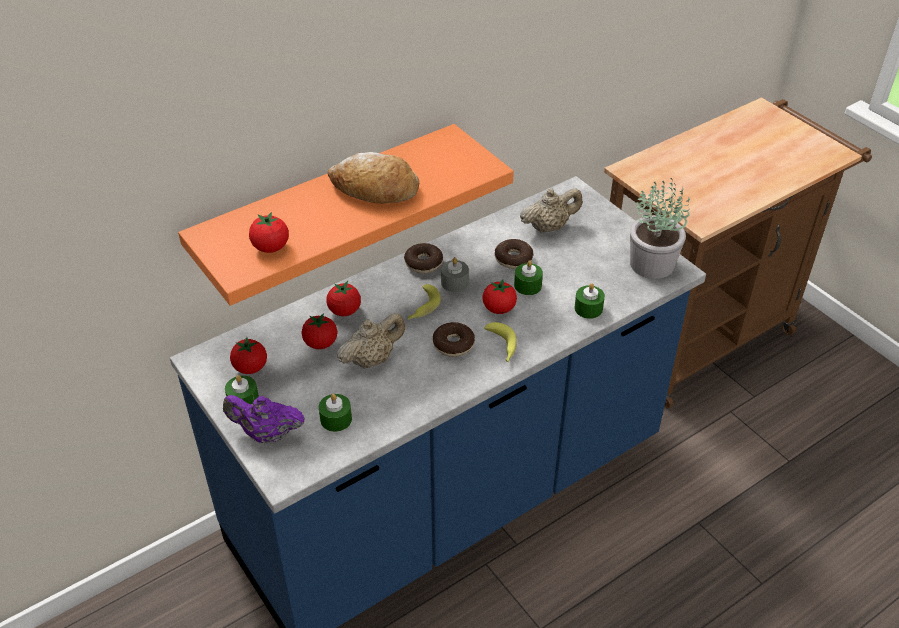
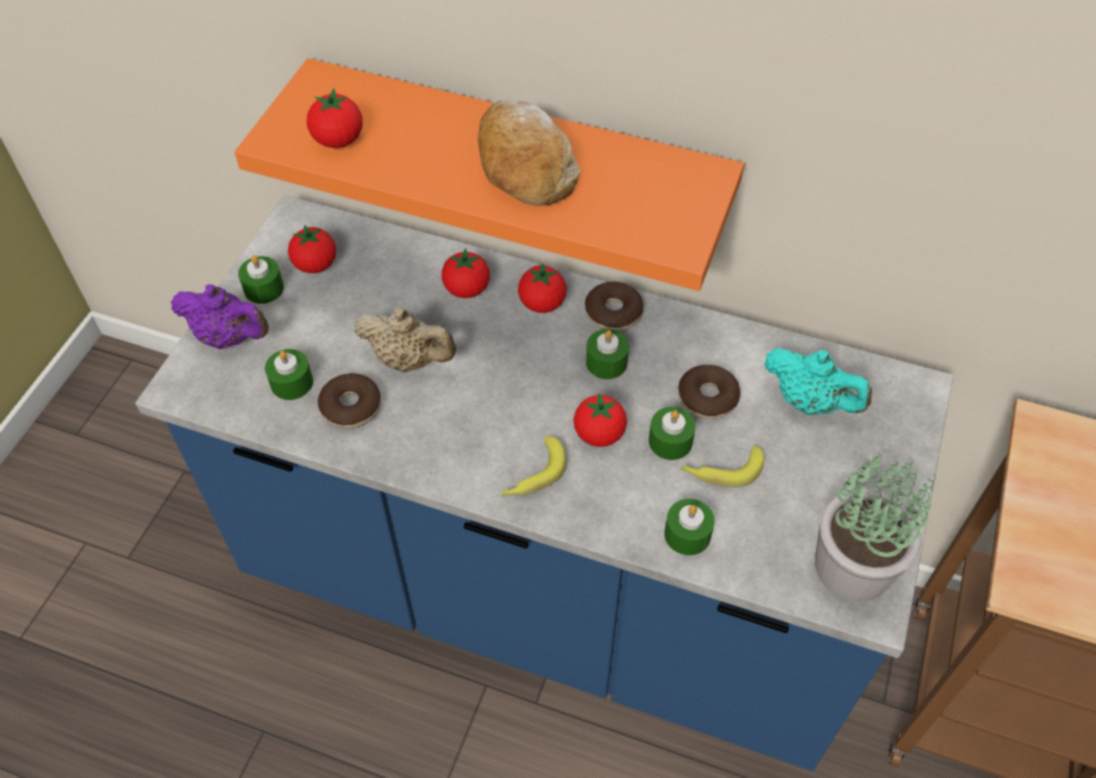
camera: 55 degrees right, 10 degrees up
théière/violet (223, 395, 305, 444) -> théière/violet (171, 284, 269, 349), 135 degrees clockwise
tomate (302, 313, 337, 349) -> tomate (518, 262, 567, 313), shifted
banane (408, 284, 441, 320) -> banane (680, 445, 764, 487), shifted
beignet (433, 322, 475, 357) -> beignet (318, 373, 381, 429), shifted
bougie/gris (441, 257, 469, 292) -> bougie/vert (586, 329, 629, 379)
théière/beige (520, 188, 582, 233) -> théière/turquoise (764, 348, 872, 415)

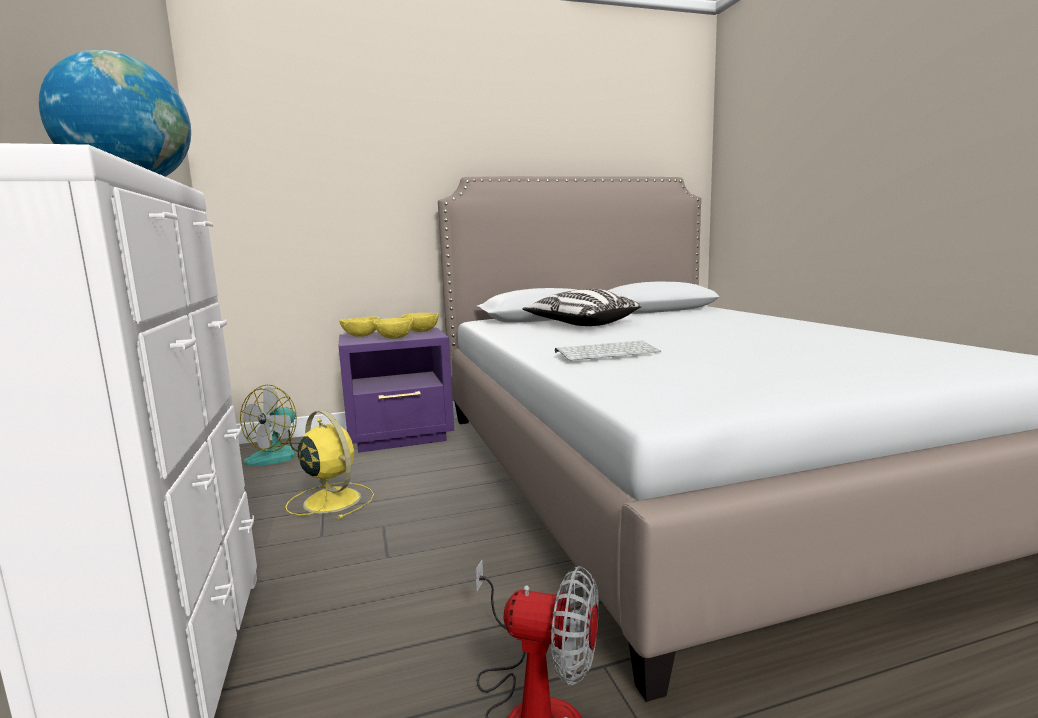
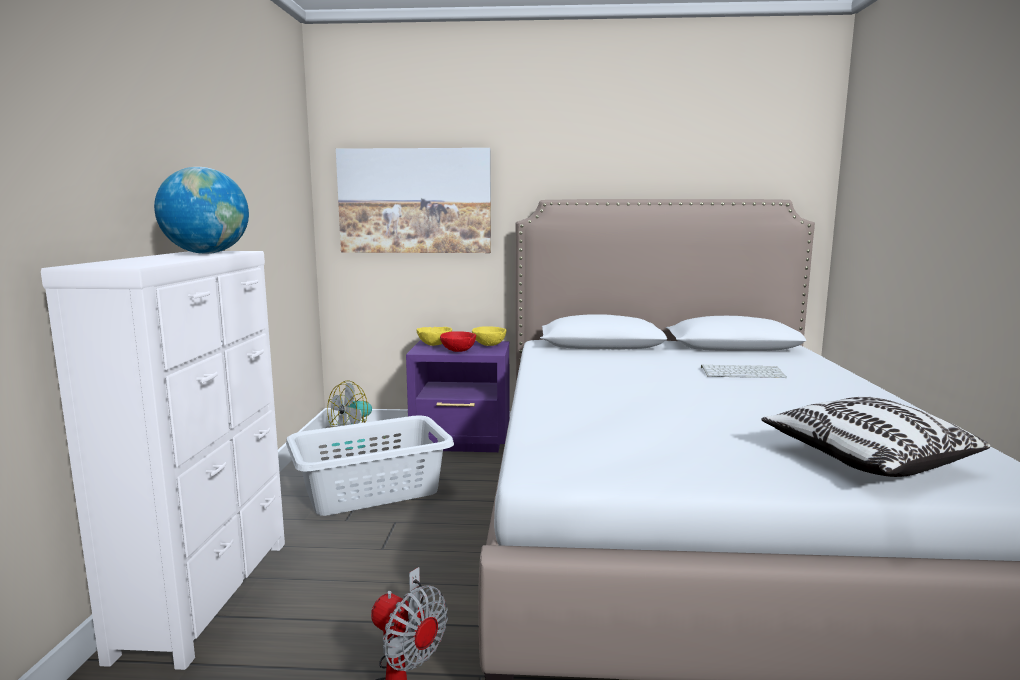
camera: 20 degrees right, 0 degrees up
ventilateur/jaune (285, 410, 374, 519) -> panier à linge/gris (286, 416, 454, 516)
bol/jaune (373, 318, 413, 339) -> bol/rouge (440, 331, 476, 352)
coussin (522, 289, 642, 326) -> coussin (761, 397, 990, 477), shifted
clavier (555, 341, 661, 361) -> clavier (701, 364, 787, 378), shifted
none -> tableau (336, 148, 491, 253)

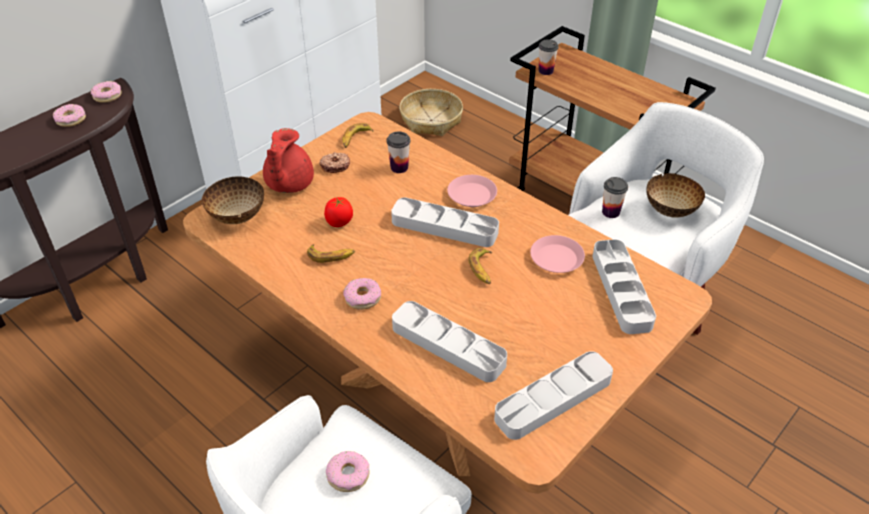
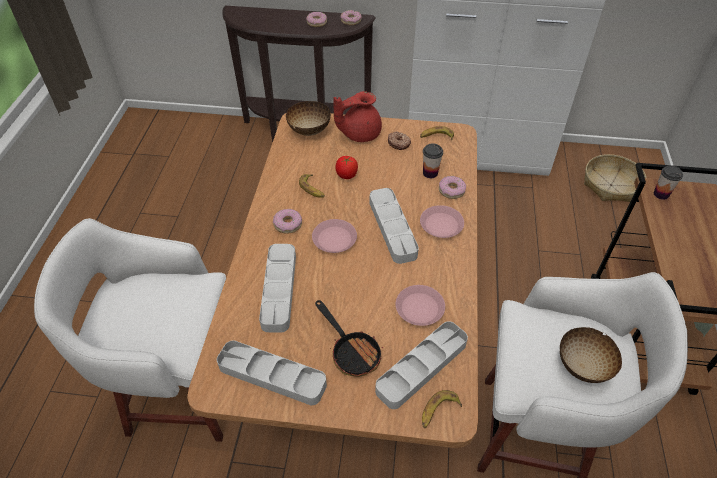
camera: 55 degrees right, 5 degrees up
beignet (326, 451, 370, 492) -> beignet (439, 176, 466, 199), shifted
banane (468, 248, 492, 284) -> banane (422, 390, 462, 428), shifted
tasse (602, 177, 628, 218) -> none
none -> assiette/rose (312, 219, 357, 253)
none -> poêle (315, 300, 383, 377)

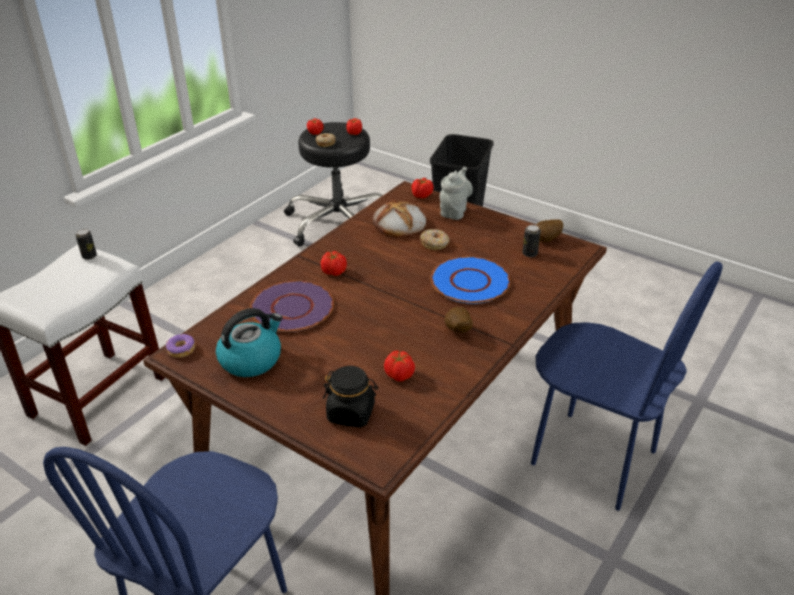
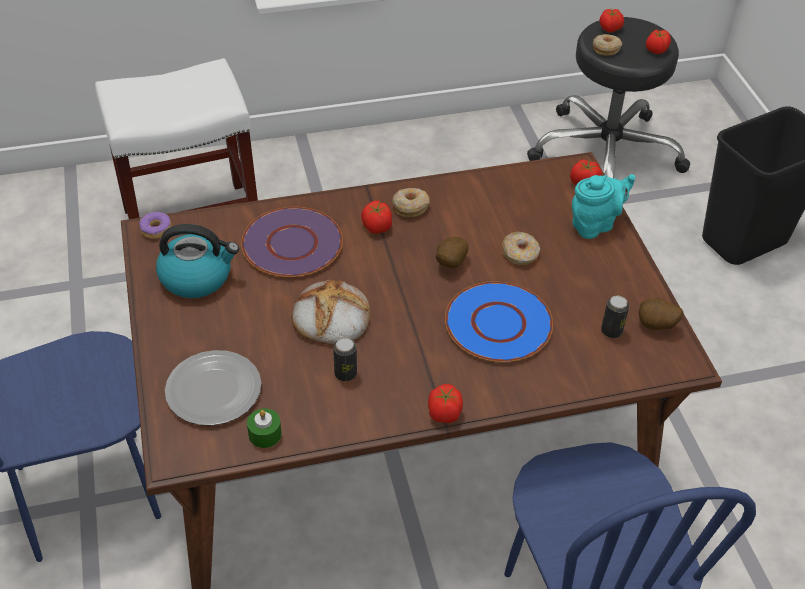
camera: 40 degrees right, 10 degrees up
boîte métallique (75, 229, 97, 260) -> boîte métallique (333, 338, 357, 381), shifted
bocal/noir (323, 366, 378, 428) -> assiette (165, 350, 261, 426)
pain (372, 200, 426, 237) -> pain (291, 280, 370, 345), shifted
tomate (384, 351, 415, 381) -> tomate (428, 384, 463, 423), shifted
théière/gris (440, 167, 473, 220) -> théière/turquoise (572, 174, 635, 239)
pomme de terre (445, 307, 473, 333) -> pomme de terre (436, 237, 469, 268), shifted
none -> bougie/vert (247, 408, 282, 448)
none -> beignet (392, 188, 430, 217)

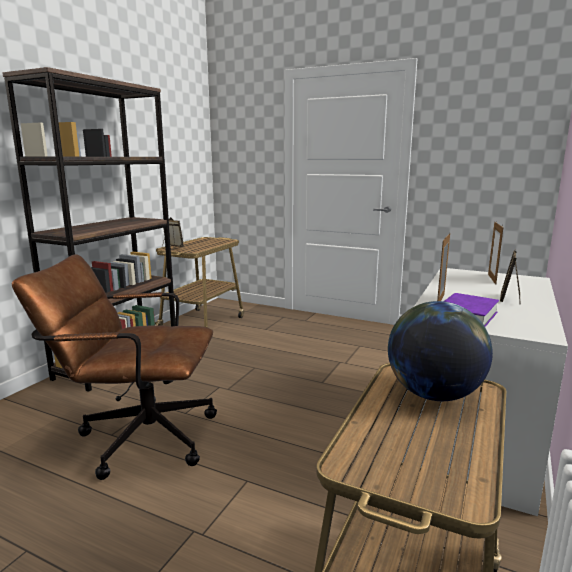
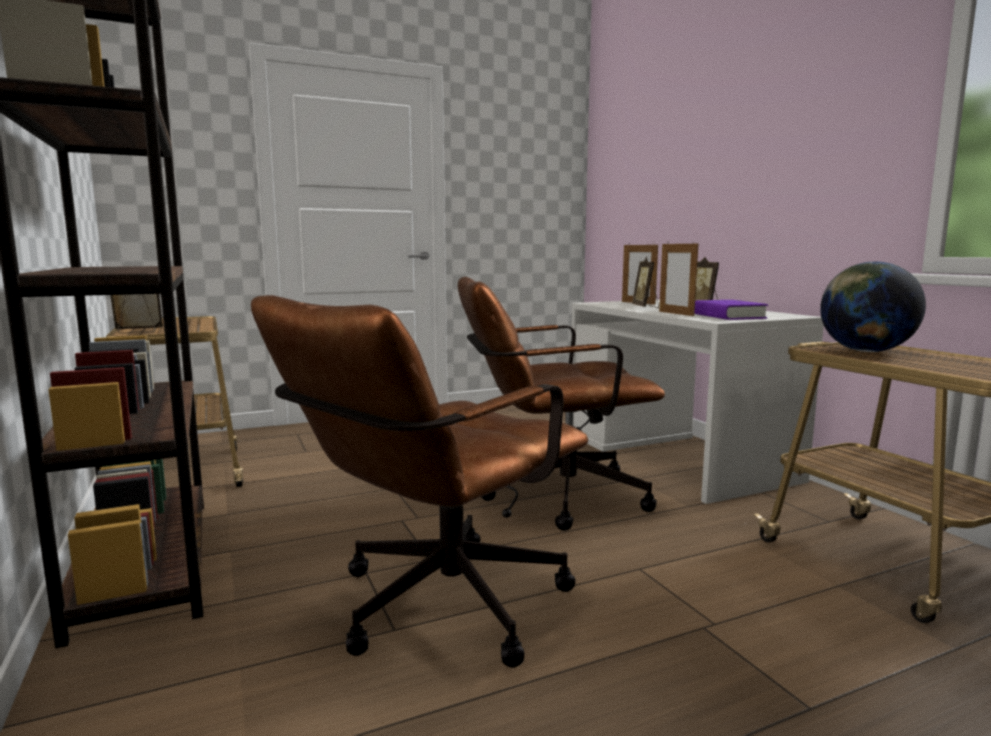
camera: 50 degrees left, 5 degrees down
none -> chaise de bureau/marron (458, 277, 665, 531)
none -> cadre photo (632, 257, 659, 308)

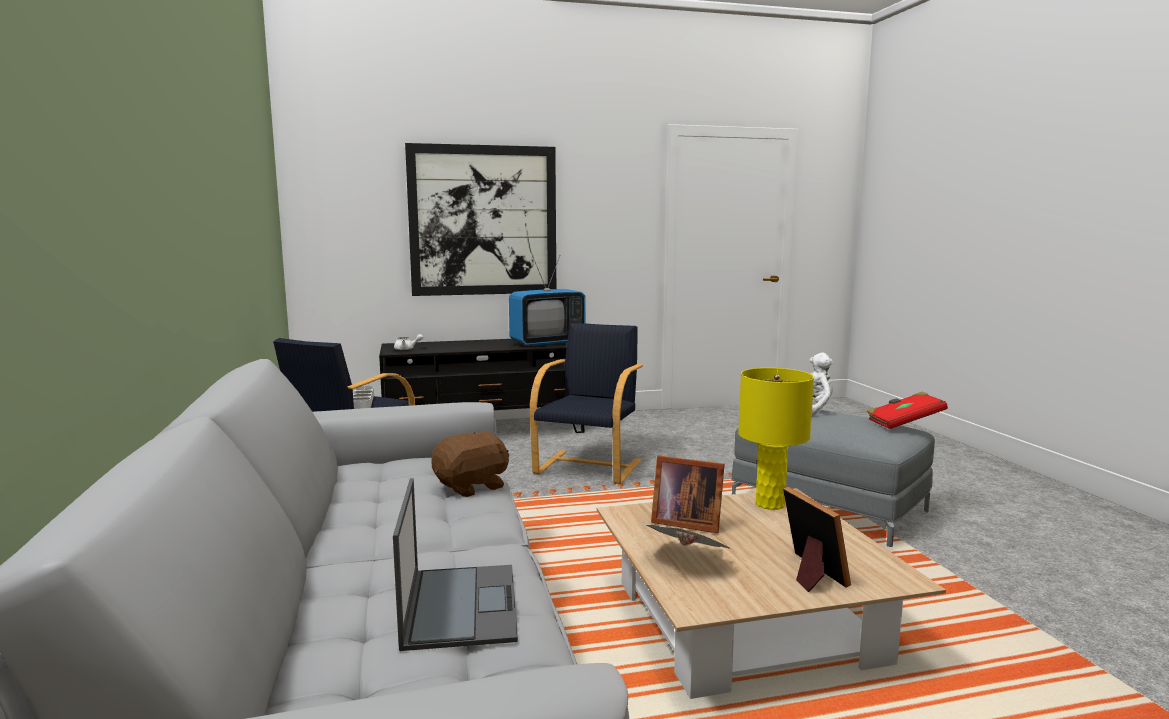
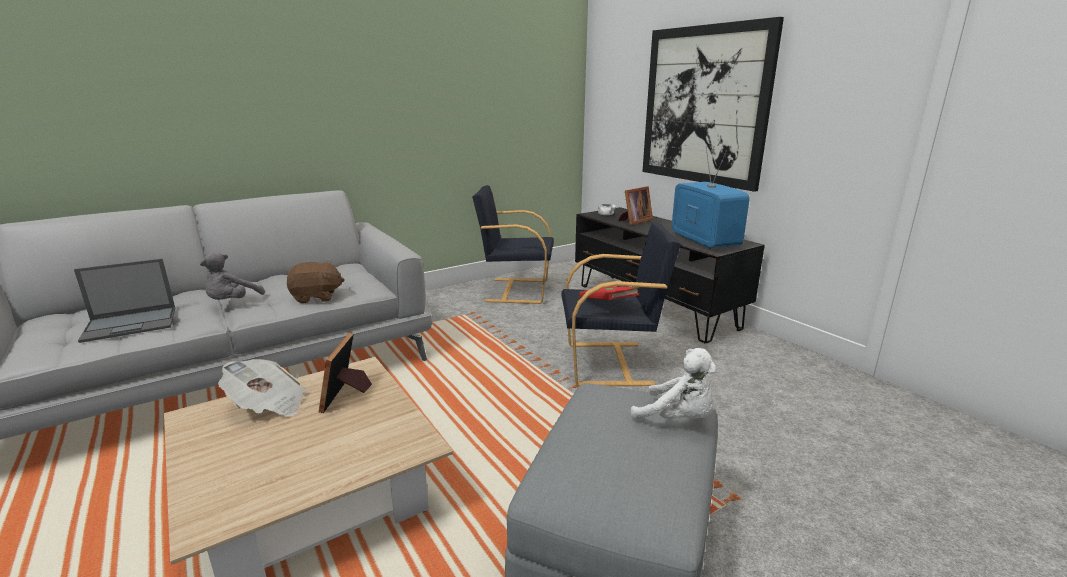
camera: 70 degrees right, 10 degrees up
plateau/gris (353, 386, 374, 409) -> none
peluche/marron (431, 432, 509, 497) -> peluche/marron (287, 261, 345, 303), 45 degrees counterclockwise
téléviseur (509, 255, 586, 347) -> téléviseur (672, 147, 750, 249), 150 degrees counterclockwise
lampe de table/jaune (738, 368, 814, 510) -> none
cadre photo (783, 487, 851, 592) -> cadre photo (618, 186, 653, 225), shifted
livre/rouge (866, 391, 948, 429) -> livre/rouge (579, 286, 639, 300), shifted
none -> peluche/gris (200, 251, 265, 300)

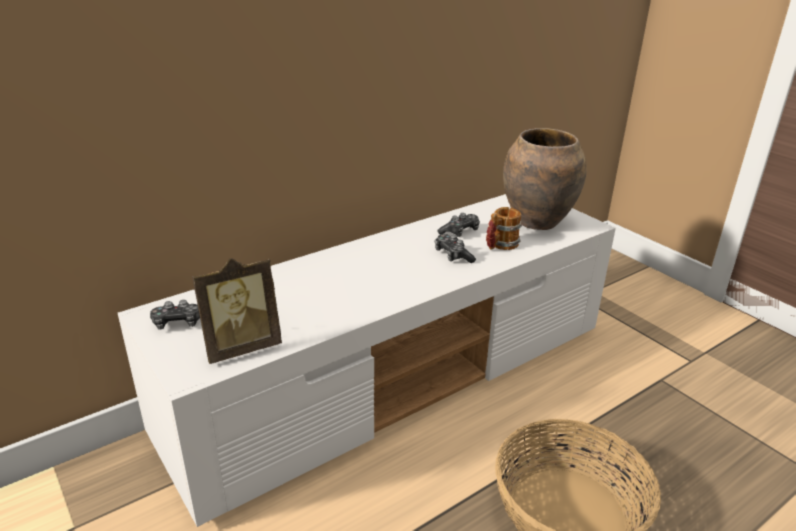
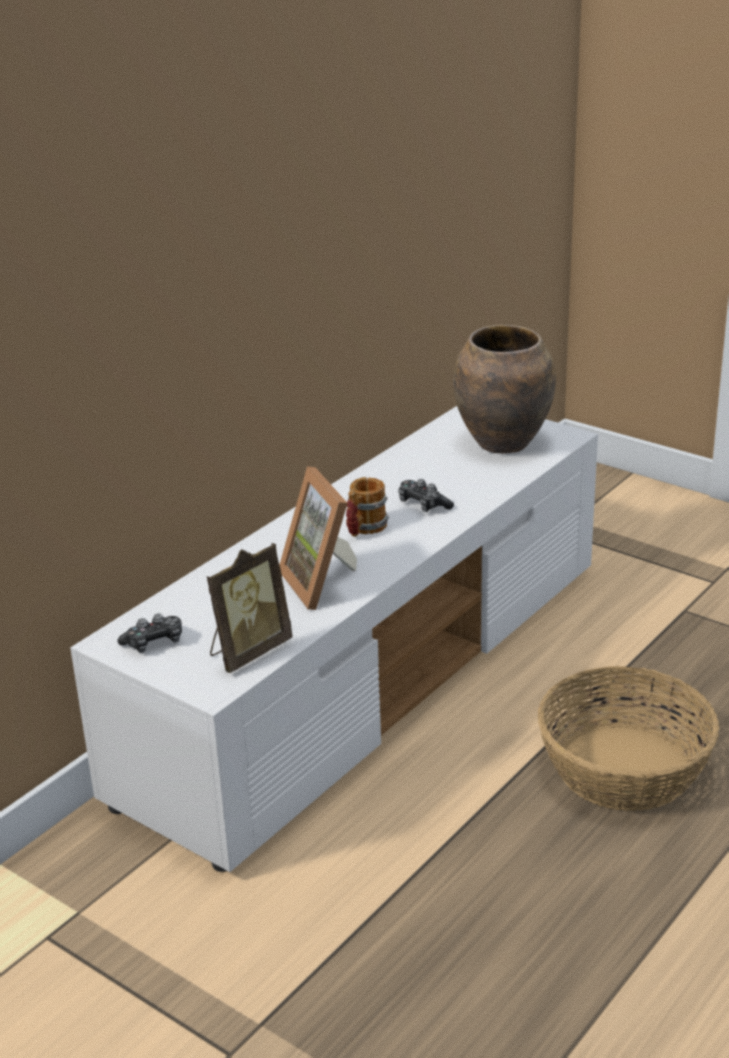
camera: 15 degrees left, 0 degrees up
manette (438, 213, 480, 237) -> none
mug (486, 207, 522, 250) -> mug (346, 477, 389, 537), shifted
none -> cadre photo (279, 466, 357, 610)

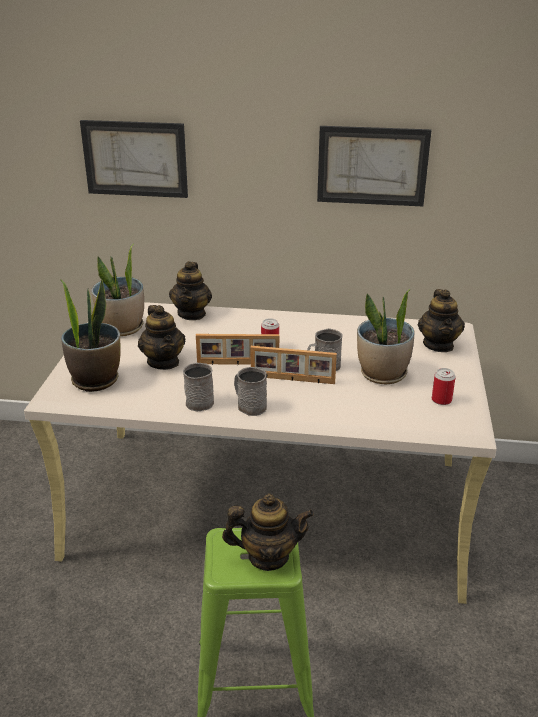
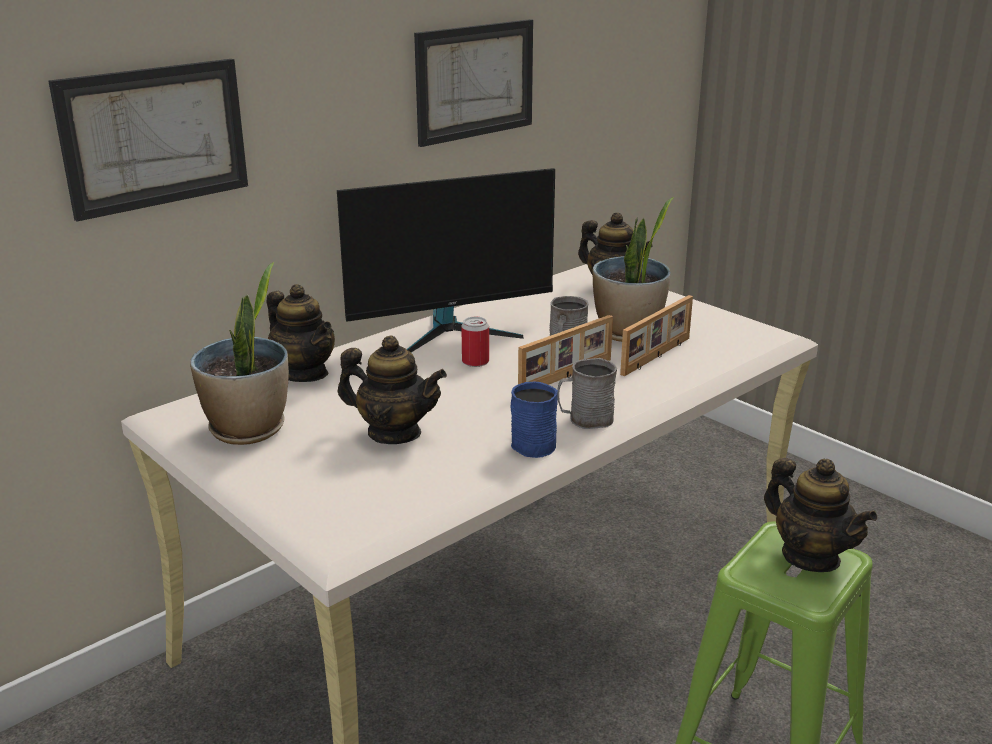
camera: 50 degrees left, 5 degrees down
plante en pot (60, 279, 120, 392) -> none
mug/gris (183, 363, 214, 412) -> mug/bleu (511, 382, 558, 458)
cadre photo (196, 334, 279, 365) -> cadre photo (620, 295, 693, 376), shifted
théière (222, 494, 314, 571) -> théière (764, 458, 877, 572), 105 degrees clockwise
boîte métallique (432, 368, 456, 405) -> none
none -> écran d'ordinateur (337, 168, 555, 352)

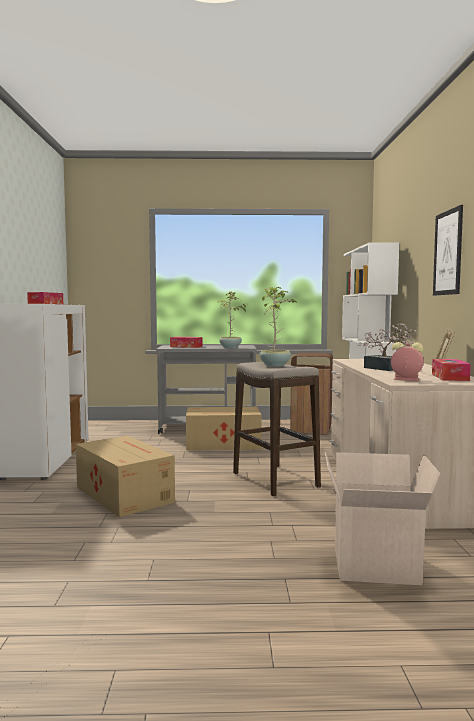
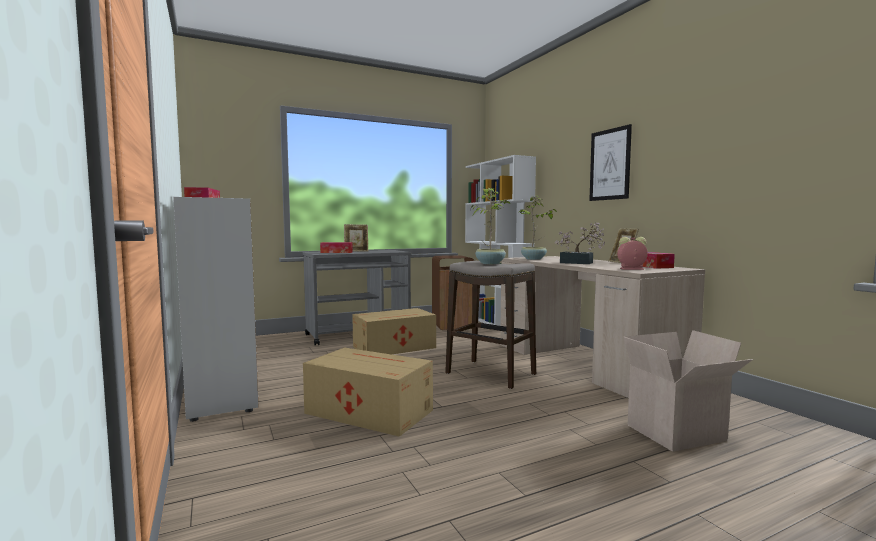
camera: 25 degrees left, 0 degrees up
plante en pot (217, 291, 246, 348) -> plante en pot (519, 196, 557, 260), shifted
none -> cadre photo (344, 224, 368, 252)

